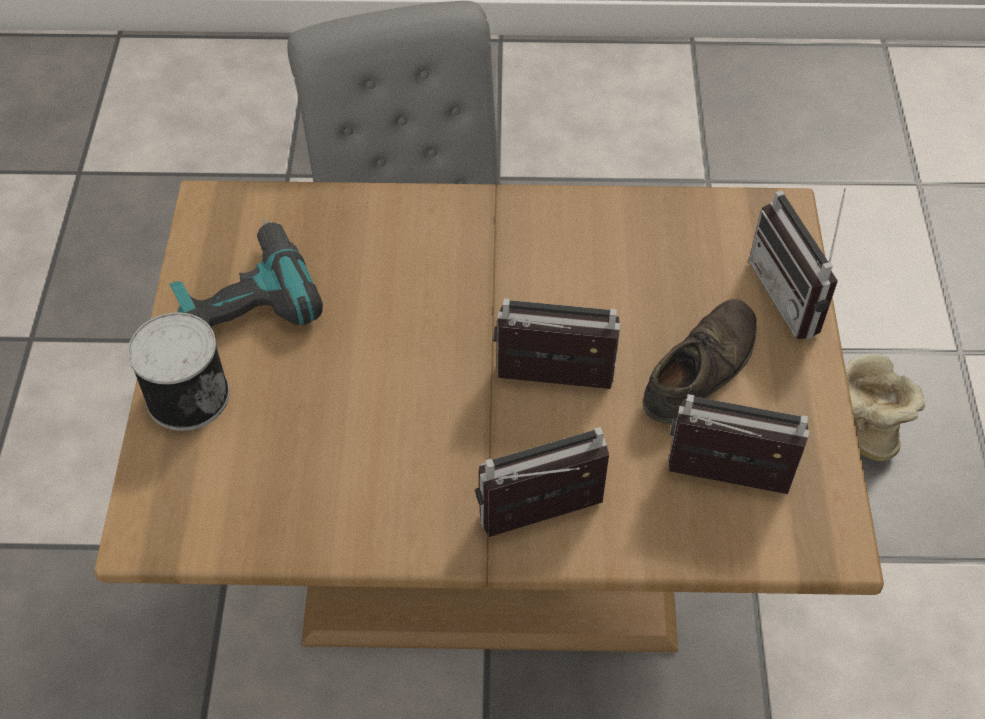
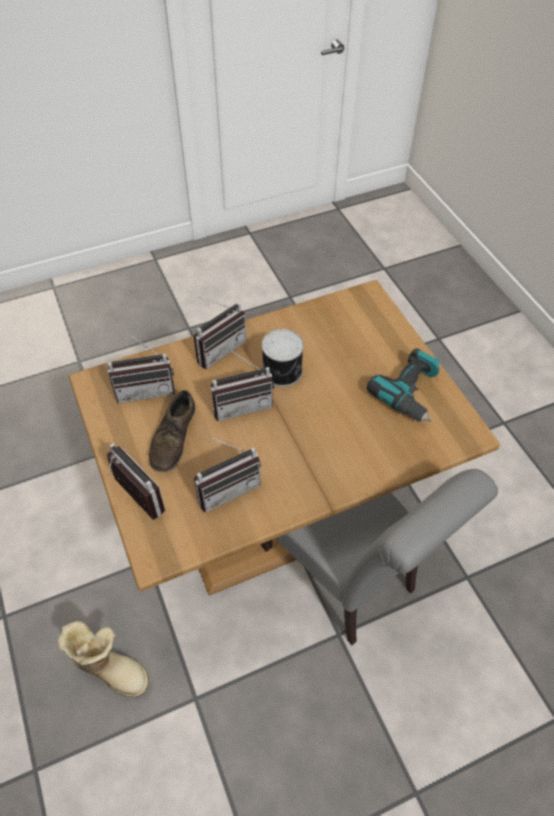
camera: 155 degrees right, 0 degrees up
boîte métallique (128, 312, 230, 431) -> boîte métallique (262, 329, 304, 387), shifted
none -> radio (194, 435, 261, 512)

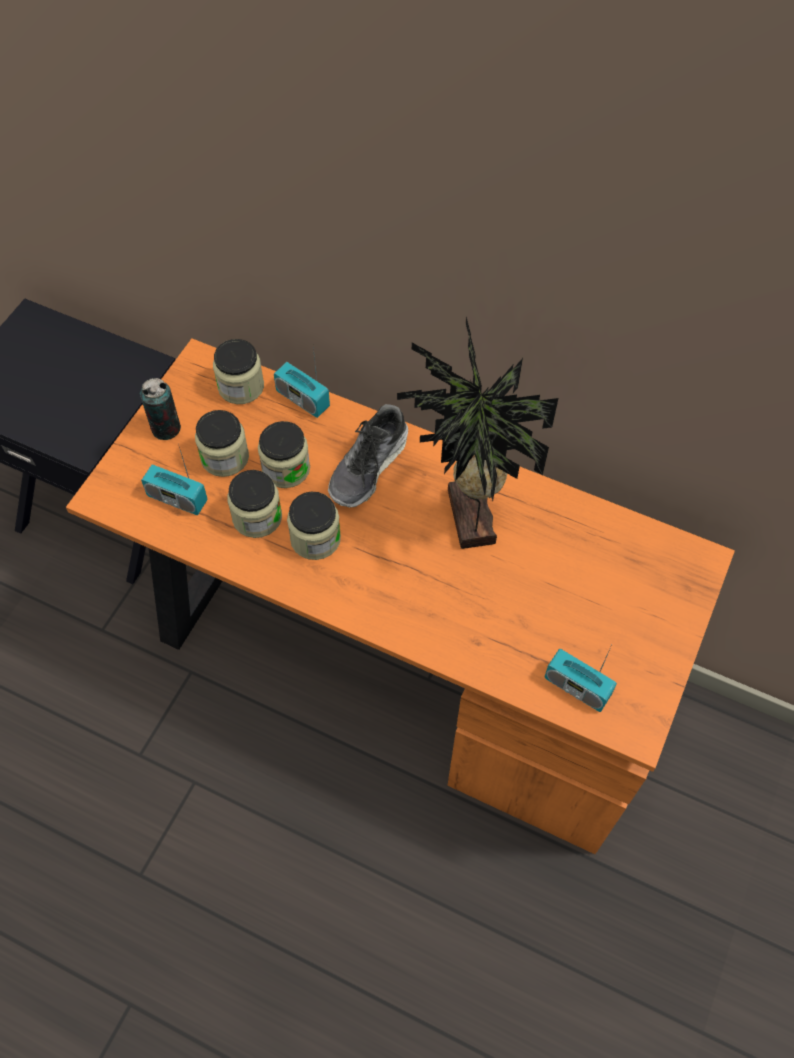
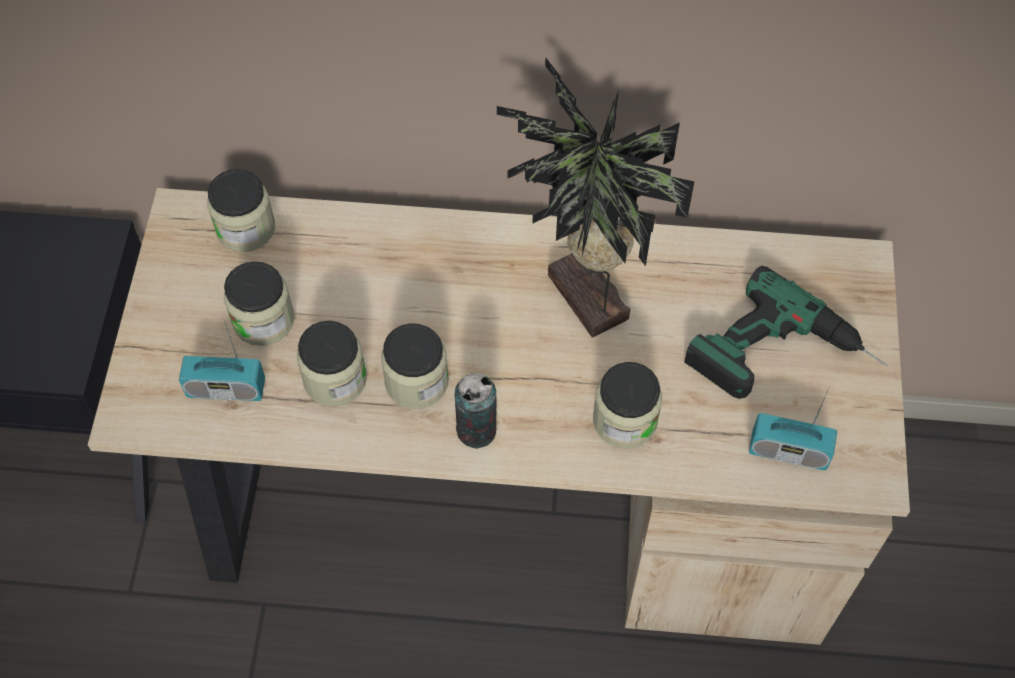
camera: 20 degrees left, 0 degrees up
bureau/orange (66, 339, 735, 854) -> bureau/beige (88, 188, 910, 645)
boîte métallique (140, 378, 181, 440) -> boîte métallique (454, 373, 497, 449), shifted
bocal (258, 421, 310, 488) -> bocal (593, 362, 662, 448), shifted
radio (274, 347, 330, 418) -> none
chaussure (328, 404, 408, 507) -> none
none -> perceuse (684, 266, 888, 399)

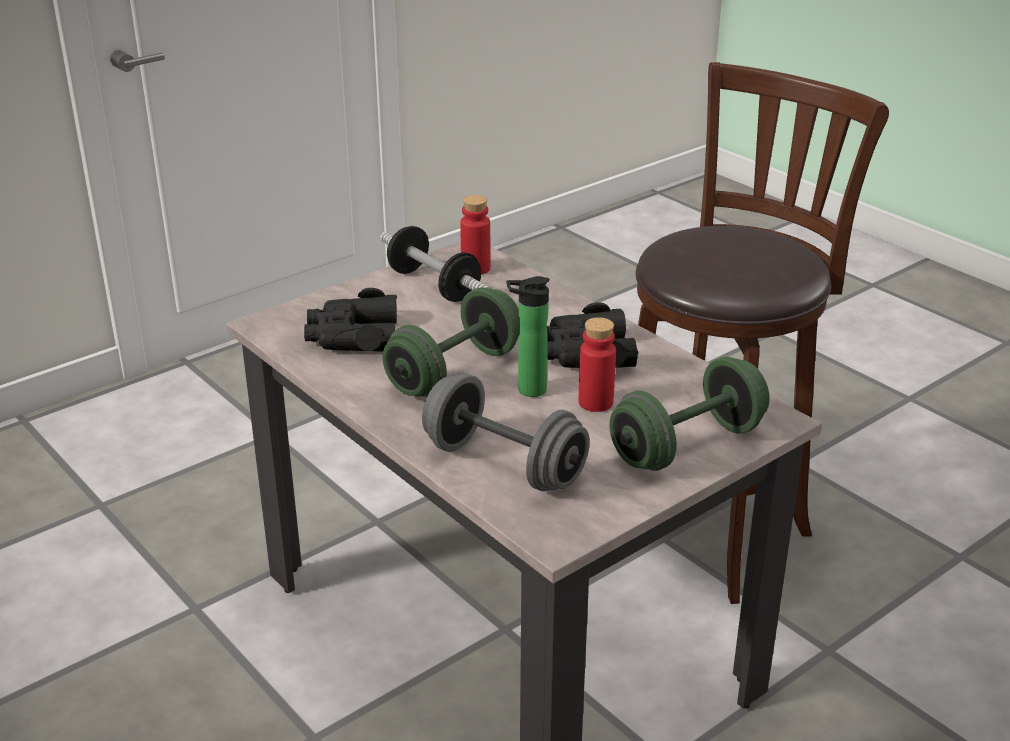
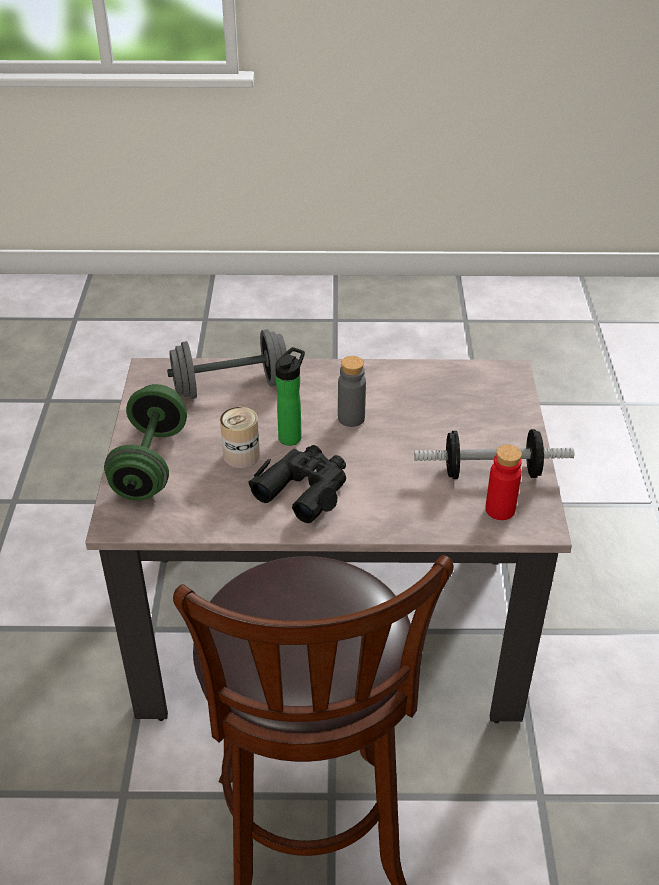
camera: 130 degrees right, 10 degrees up
jumelles/noir (304, 288, 397, 351) -> none
haltère/vert (382, 287, 520, 397) -> bouteille/gris (338, 356, 366, 427)
bouteille/rouge (579, 317, 616, 412) -> boîte métallique (220, 407, 260, 468)

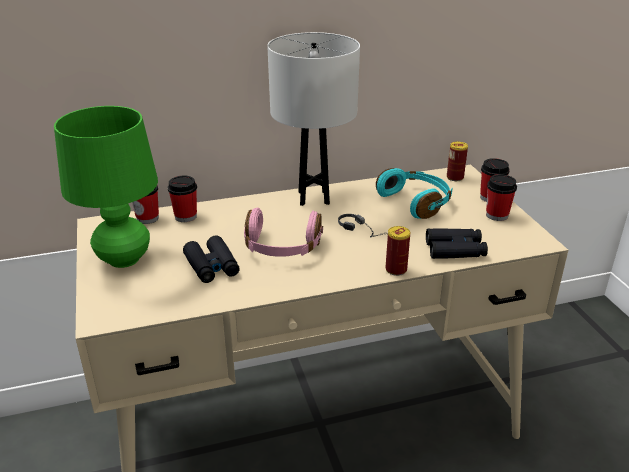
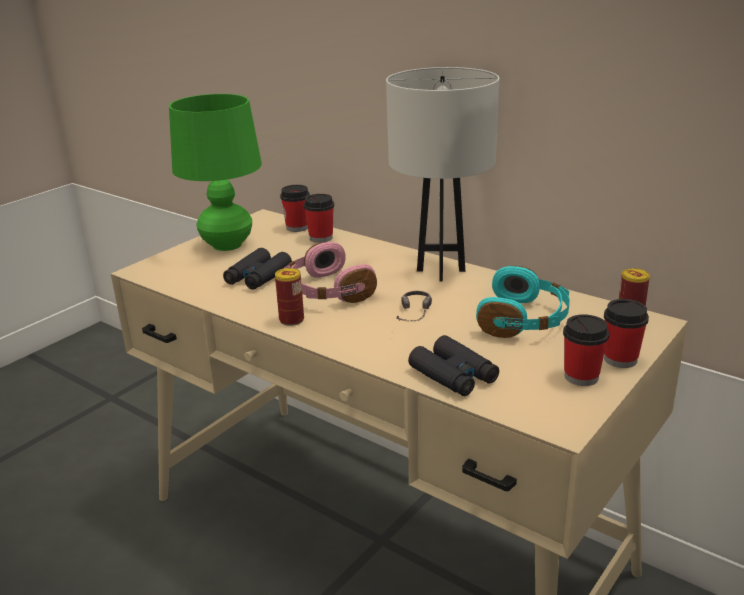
camera: 55 degrees right, 5 degrees down
boîte métallique (386, 226, 410, 276) -> boîte métallique (275, 268, 304, 326), shifted

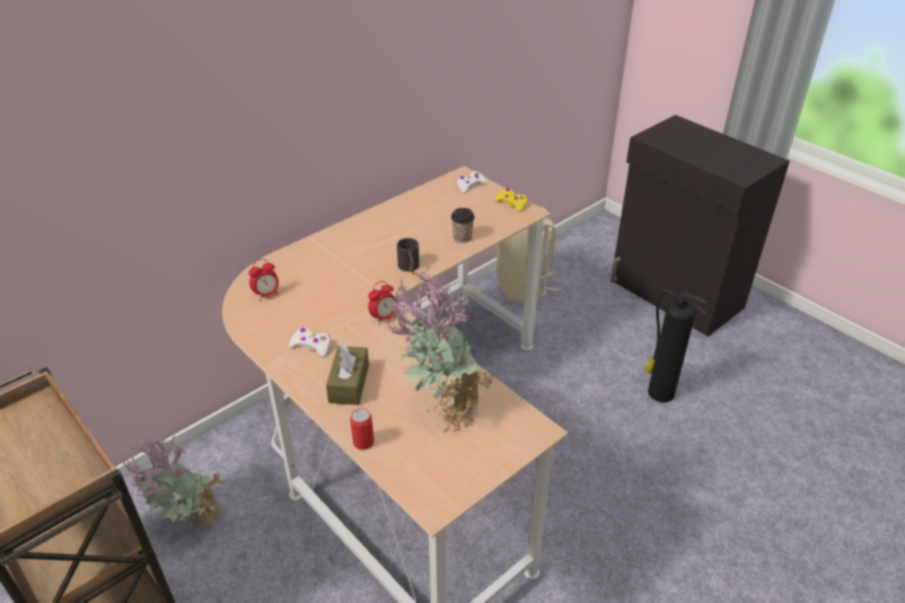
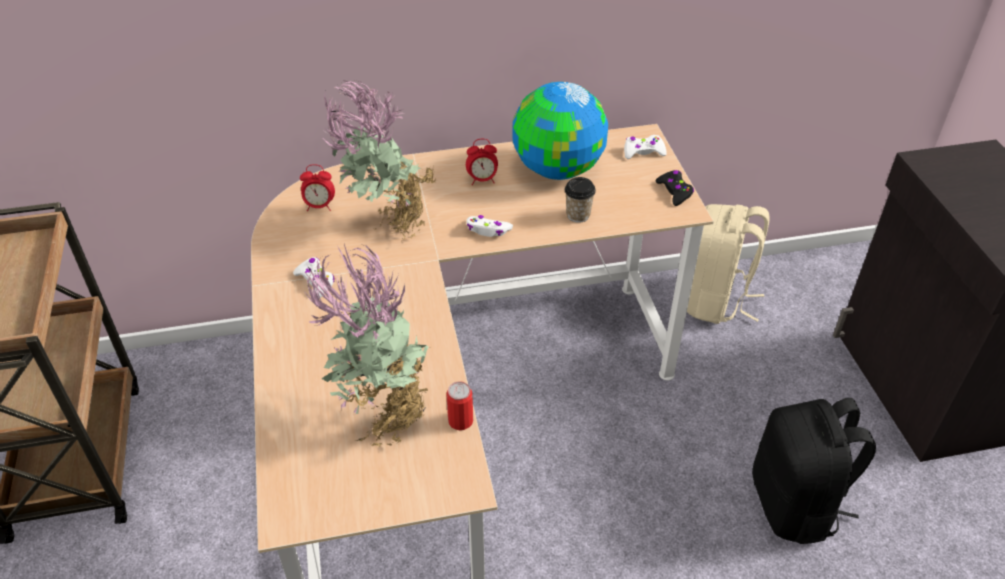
camera: 30 degrees right, 5 degrees up
plante en pot (123, 436, 225, 533) -> plante en pot (321, 80, 436, 241), shifted
boîte à mouchoirs/marron (326, 344, 369, 405) -> none
boîte métallique (350, 408, 374, 450) -> boîte métallique (446, 381, 473, 430), shifted
réveil (368, 281, 398, 325) -> réveil (466, 139, 498, 185), shifted
mug/noir (397, 238, 419, 272) -> manette/blanc (467, 215, 513, 237)
manette/jaune (495, 188, 528, 212) -> manette/noir (656, 170, 694, 206)
extincteur (645, 290, 708, 402) -> sac à dos/noir (752, 398, 876, 544)
none -> globe (513, 82, 608, 180)

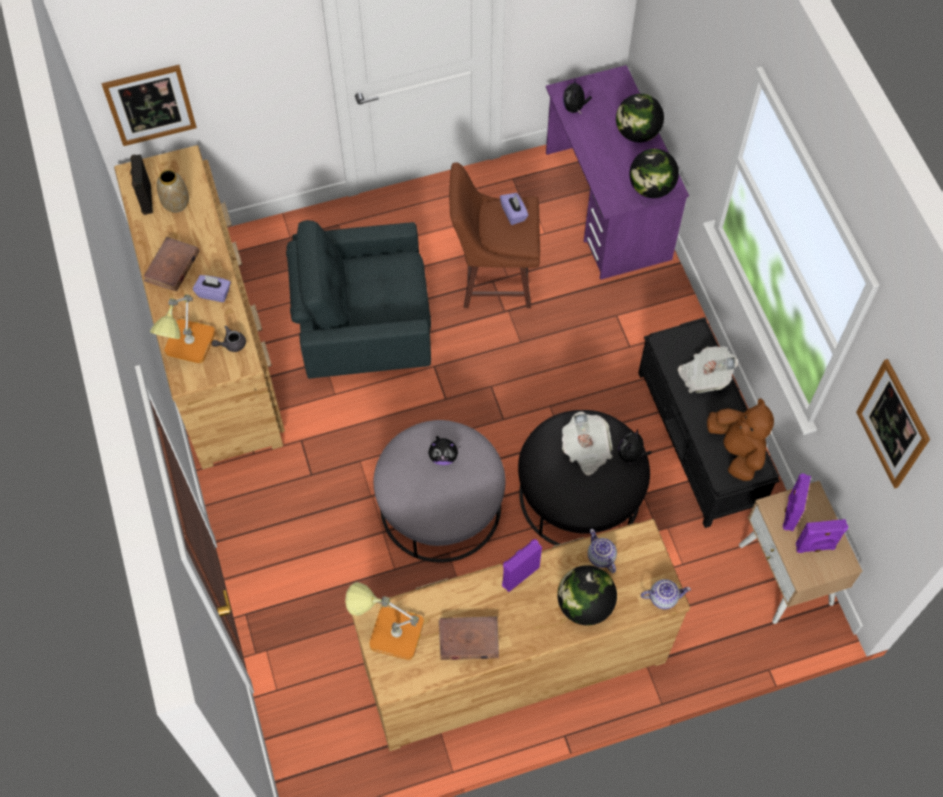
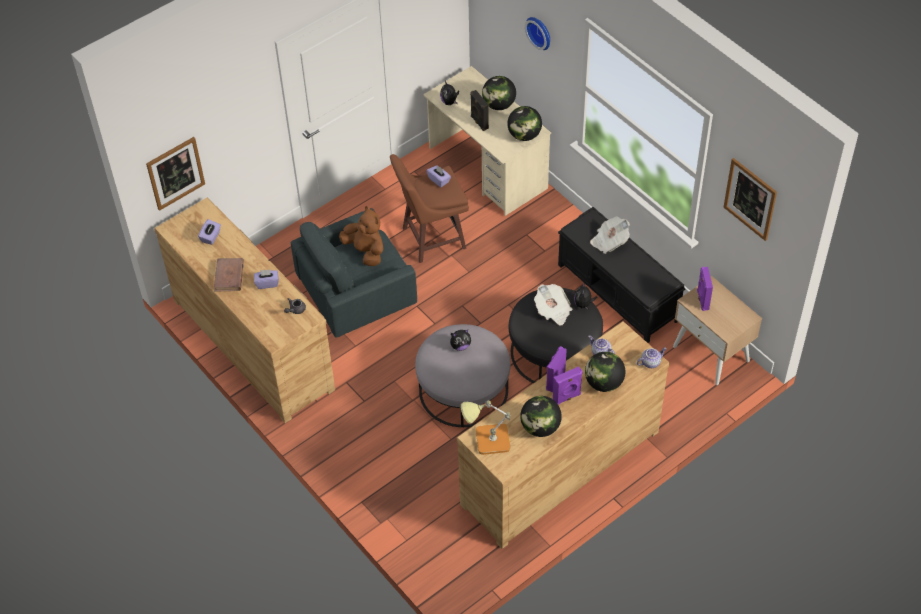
camera: 20 degrees left, 10 degrees down
enceinte/noir (130, 154, 153, 215) -> enceinte/noir (470, 90, 489, 131), shifted
lampe de table (150, 294, 215, 363) -> none
vase (157, 170, 189, 213) -> boîte à mouchoirs/violet (198, 219, 221, 245)
livre/marron (439, 616, 499, 660) -> globe (520, 396, 562, 437)
bureau/violet (546, 65, 689, 280) -> bureau/beige (423, 66, 551, 216)
peluche/marron (707, 398, 774, 481) -> peluche/marron (339, 206, 383, 266), shifted
enceinte/violet (796, 519, 848, 553) -> enceinte/violet (553, 366, 583, 405), shifted
none -> horloge murale (525, 17, 550, 50)

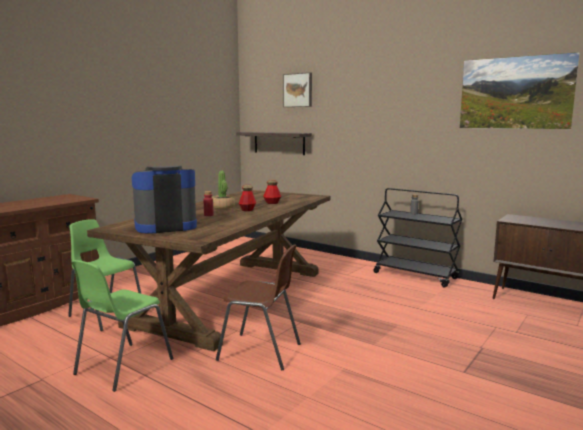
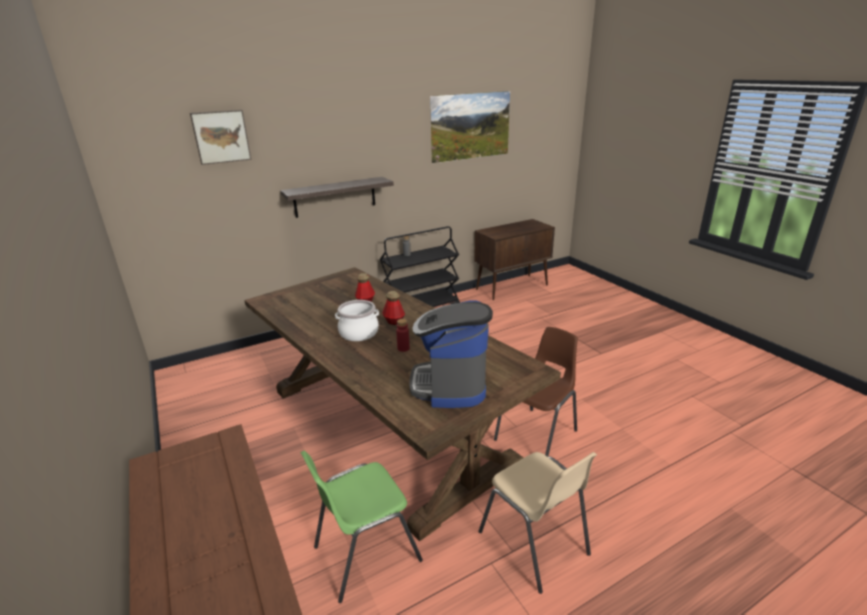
camera: 65 degrees left, 15 degrees up
chaise/vert (71, 260, 173, 392) -> chaise/beige (479, 452, 597, 594)
plante en pot (212, 170, 235, 209) -> marmite (335, 300, 379, 341)
étagère (236, 132, 312, 155) -> étagère (280, 177, 394, 218), shifted

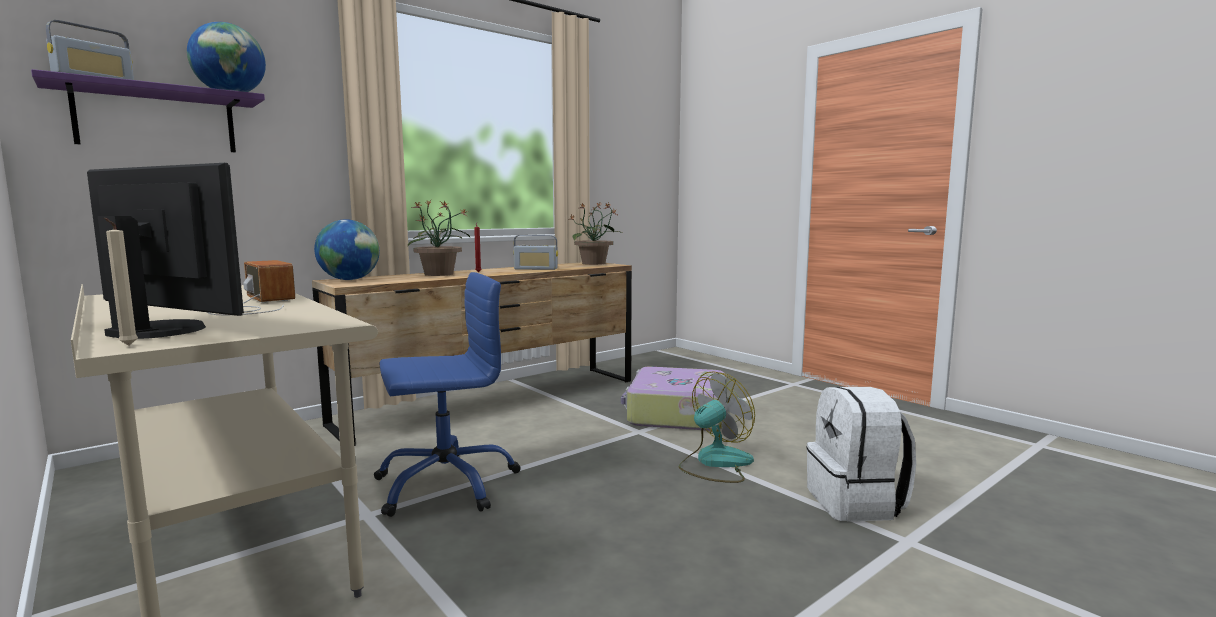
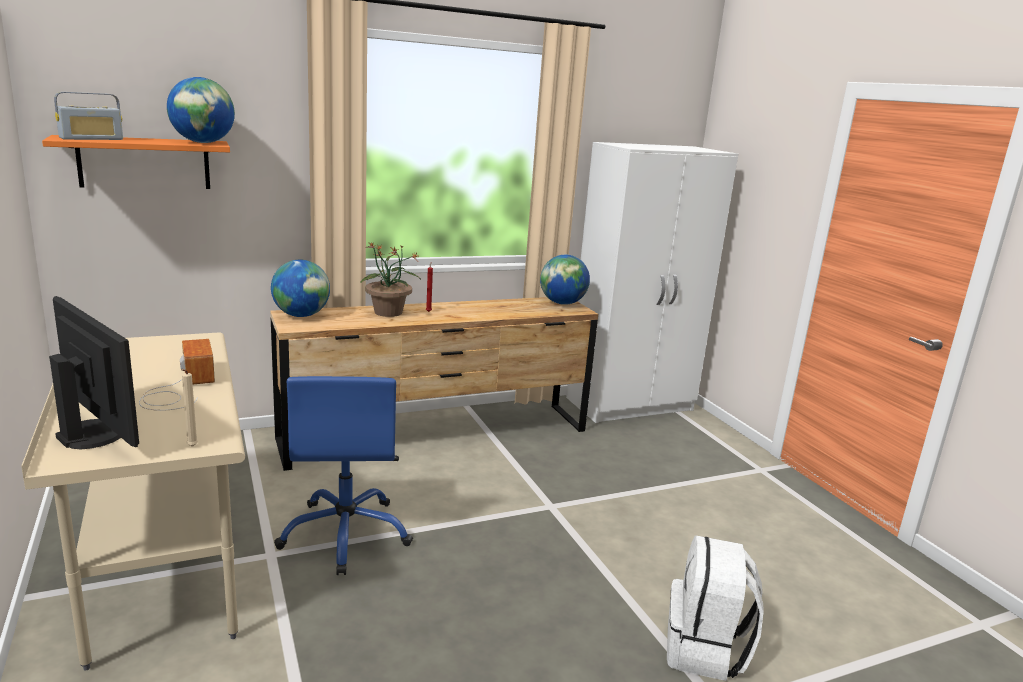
camera: 15 degrees right, 10 degrees up
étagère/violet (31, 69, 265, 152) -> étagère/orange (42, 135, 230, 189)
bougie/beige (104, 218, 138, 346) -> bougie/beige (181, 369, 198, 447), shifted
chaise de bureau/bleu (374, 272, 521, 517) -> chaise de bureau/bleu (274, 376, 413, 575), 90 degrees clockwise
radio (513, 235, 558, 270) -> none
plante en pot (570, 201, 622, 265) -> globe (540, 255, 590, 305)
valise (621, 367, 727, 431) -> none
ventilateur (679, 371, 755, 483) -> none
none -> armoire/blanc (566, 142, 738, 423)

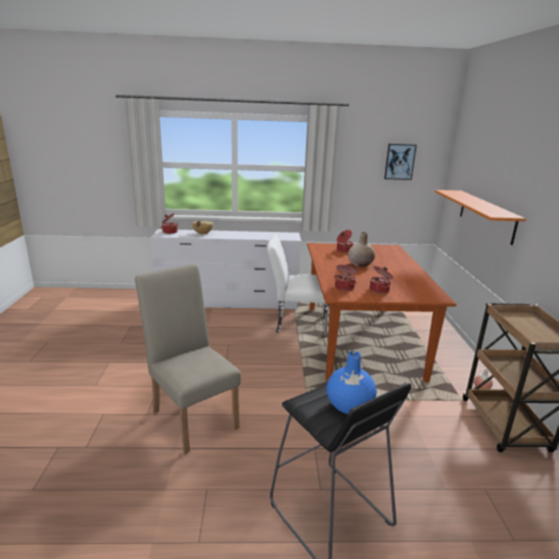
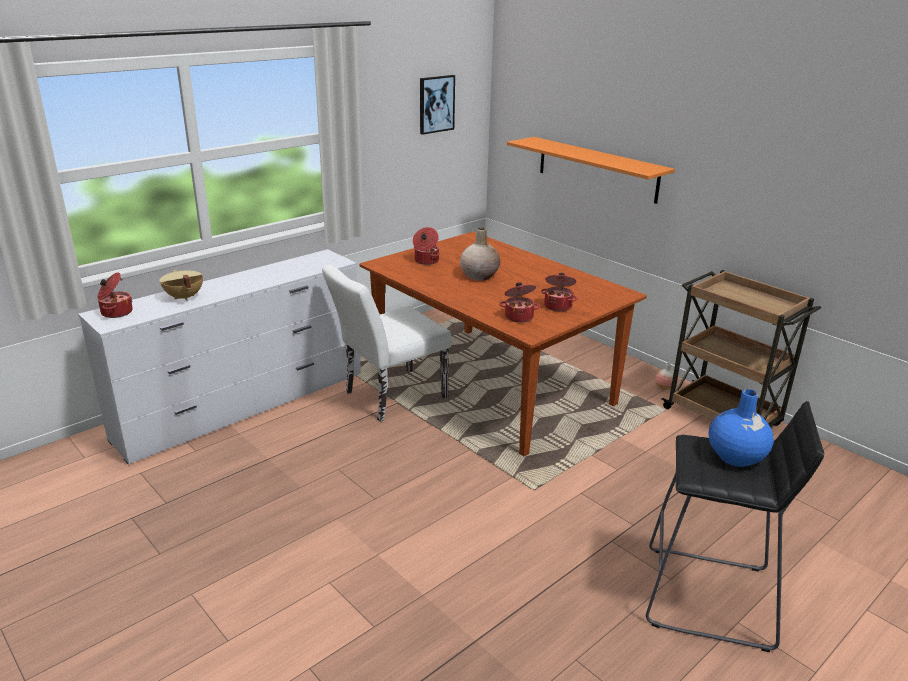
camera: 40 degrees left, 5 degrees up
chaise/beige (135, 264, 241, 454) -> none

